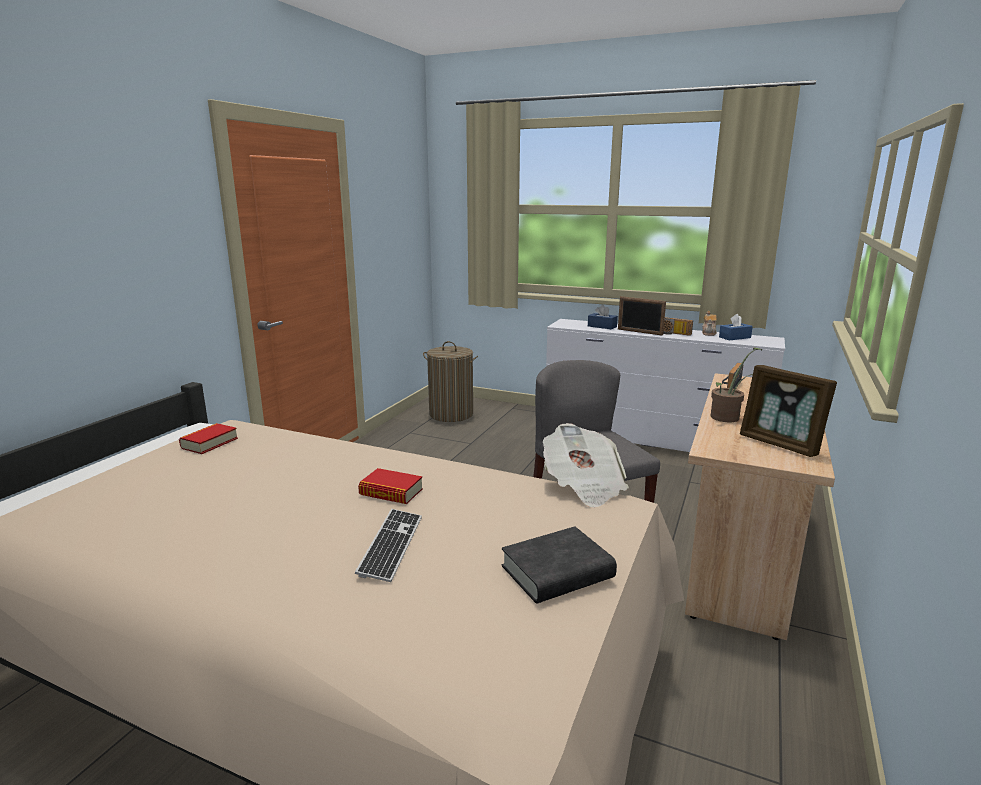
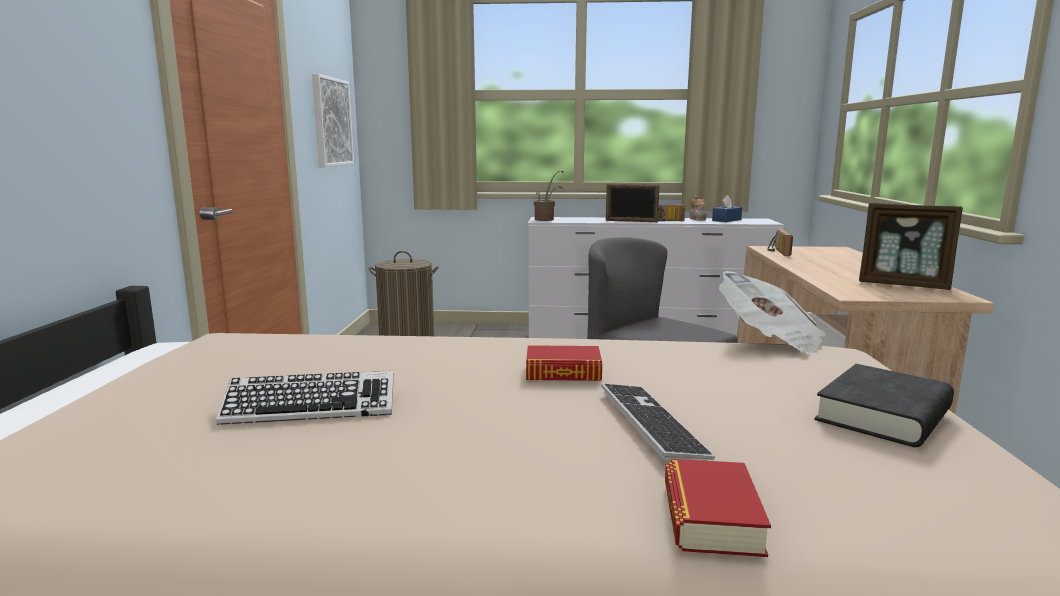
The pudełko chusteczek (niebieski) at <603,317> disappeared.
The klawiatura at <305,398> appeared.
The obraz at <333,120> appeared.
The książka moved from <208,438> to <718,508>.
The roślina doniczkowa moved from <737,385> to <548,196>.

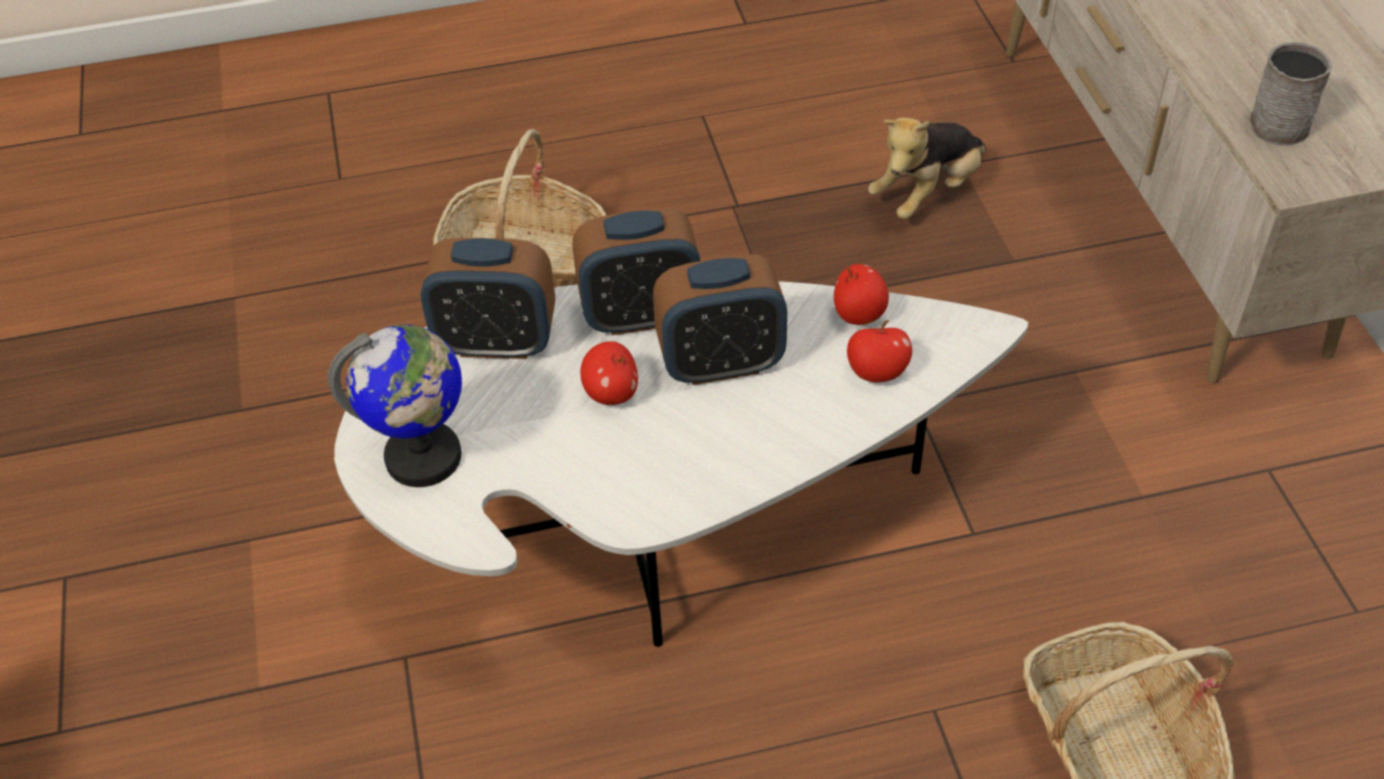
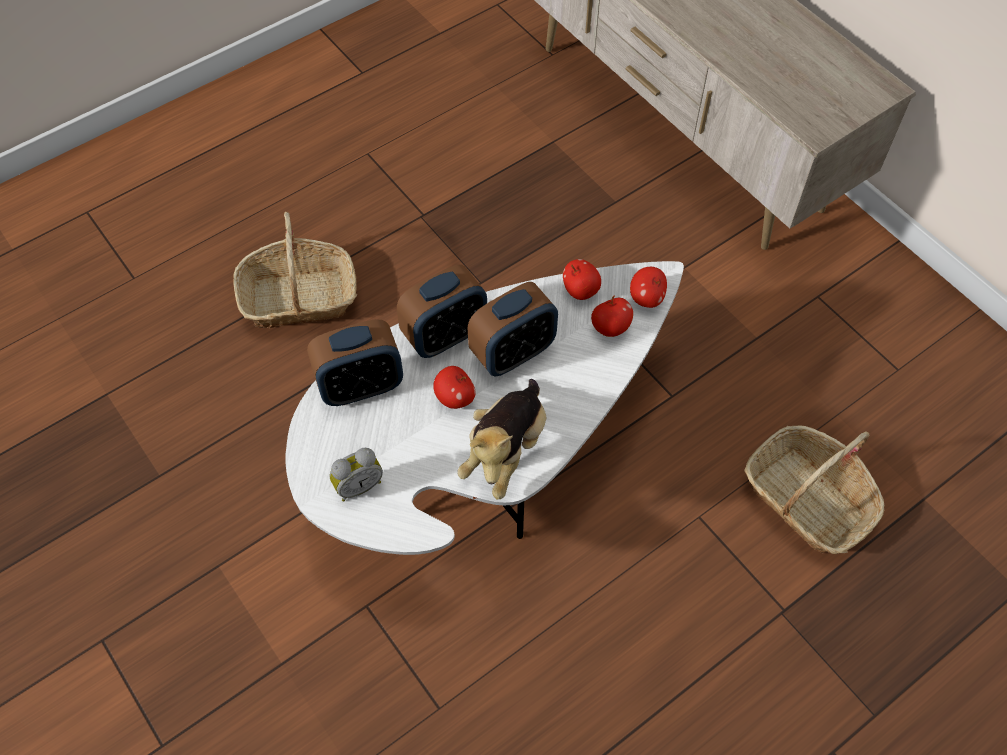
The kubek (szary) at <1291,94> disappeared.
The jabłko at <648,287> appeared.
The pluszak moved from <927,168> to <501,439>.
The globus at <395,406> was replaced by the budzik at <356,475>.

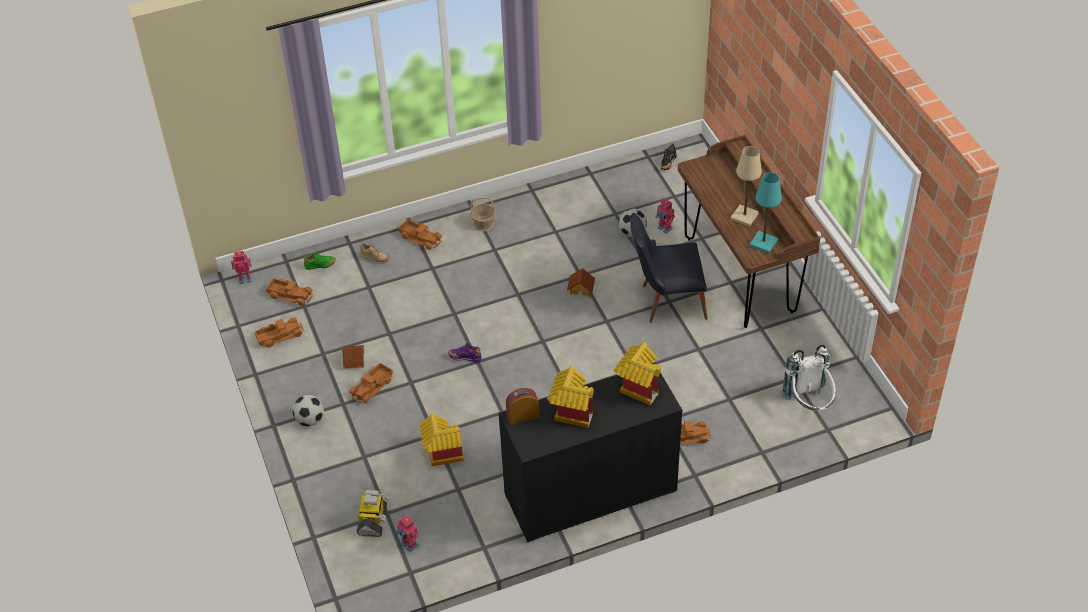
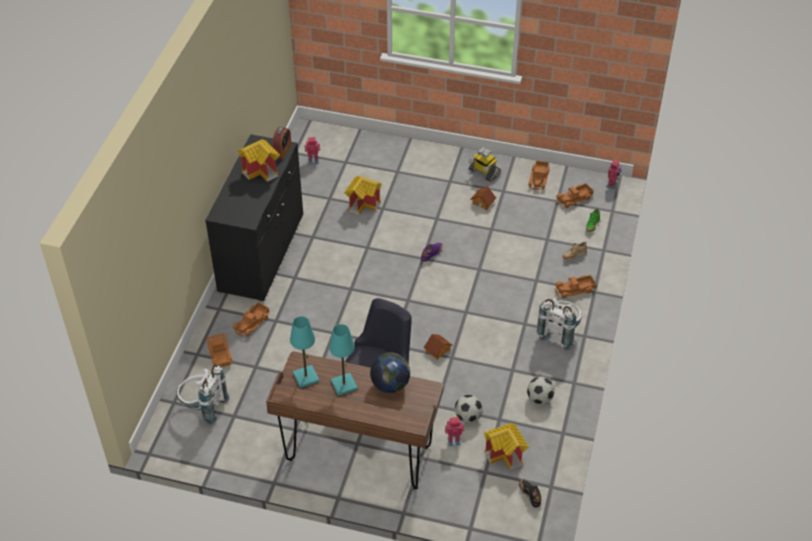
The globus at <390,372> appeared.
The piłka futbolowa moved from <308,410> to <541,391>.
The ciężarówka zabawkowa moved from <371,383> to <219,350>.
The robot zabawkowy moved from <373,513> to <485,164>.
The domek moved from <637,373> to <506,446>.
The koszyk at <482,214> was replaced by the plecak (biały) at <559,324>.
The lampa stołowa (beżowy) at <746,186> became the lampa stołowa (turkusowy) at <343,360>.

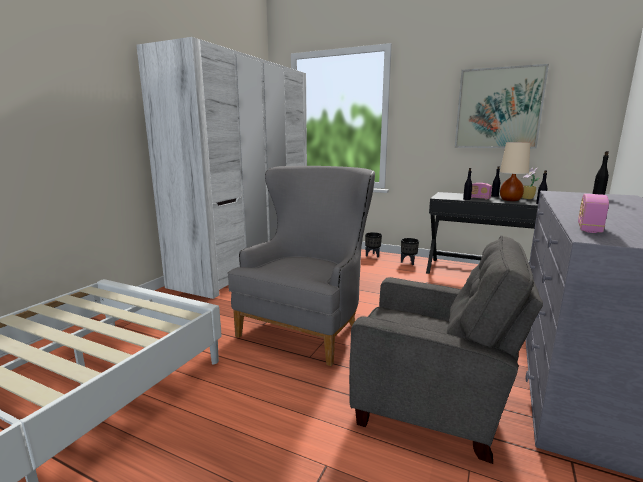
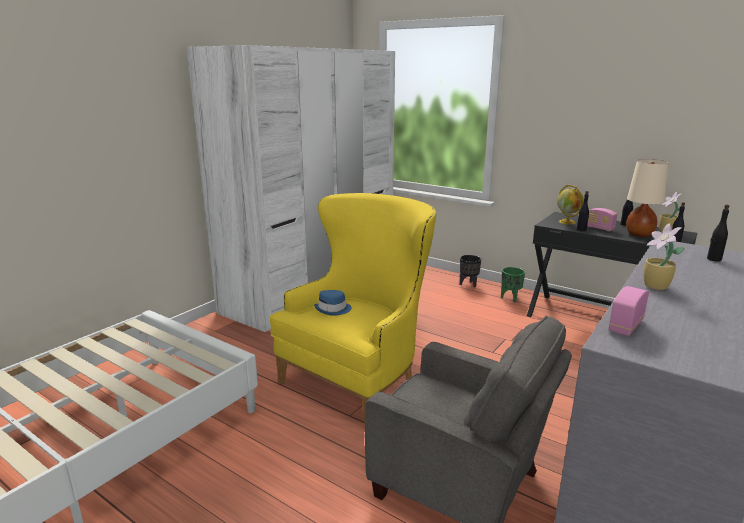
The obraz at <502,106> disappeared.
The kapelusz (niebieski) at <333,303> appeared.
The globus at <570,205> appeared.
The roślina doniczkowa at <664,256> appeared.
The fotel (szary) at <301,266> became the fotel (żółty) at <352,309>.
The donica (czarny) at <410,251> became the donica (zielony) at <513,285>.

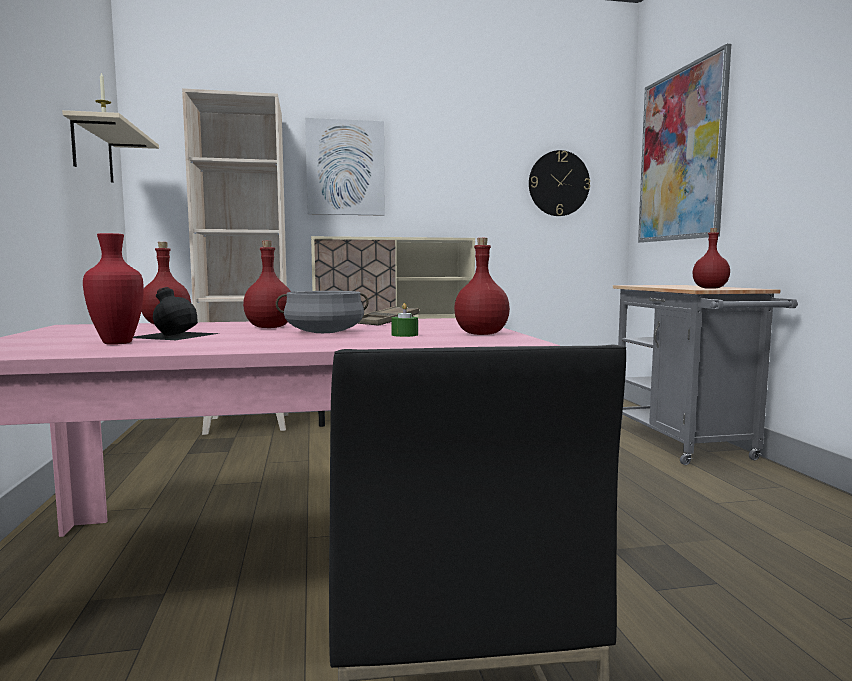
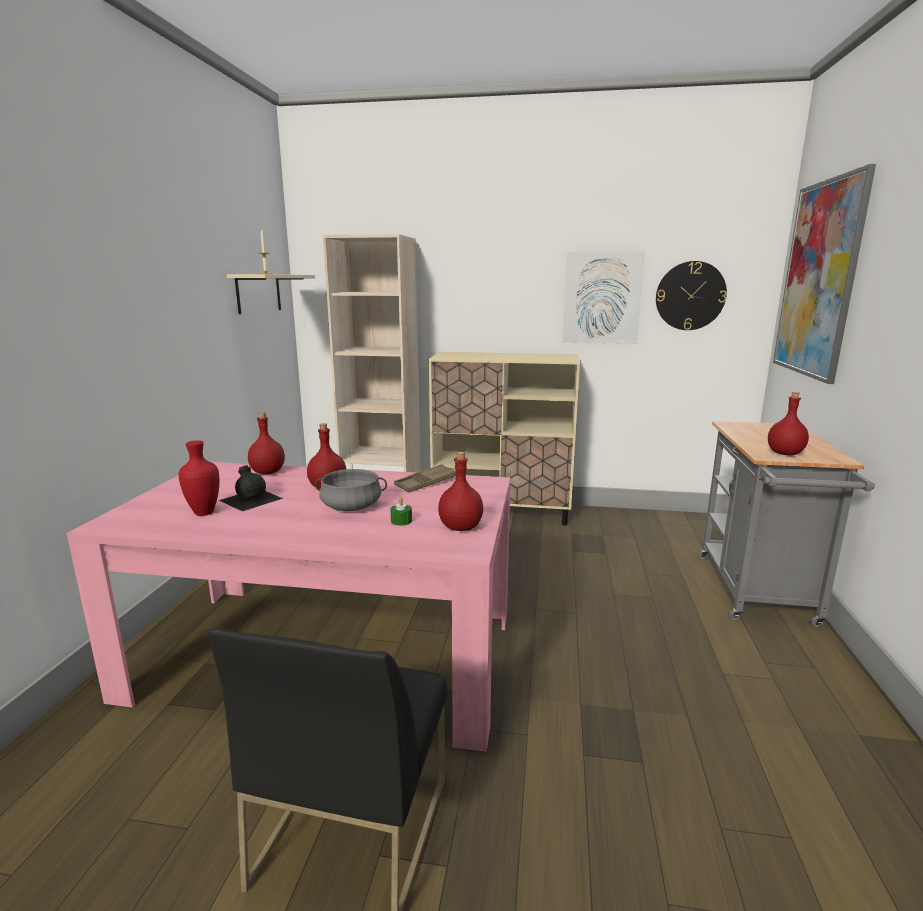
The obraz moved from <345,167> to <604,298>.

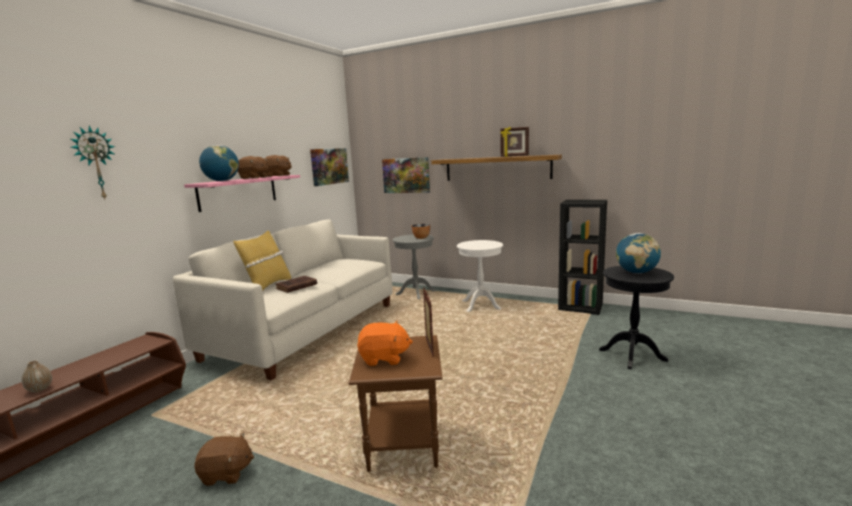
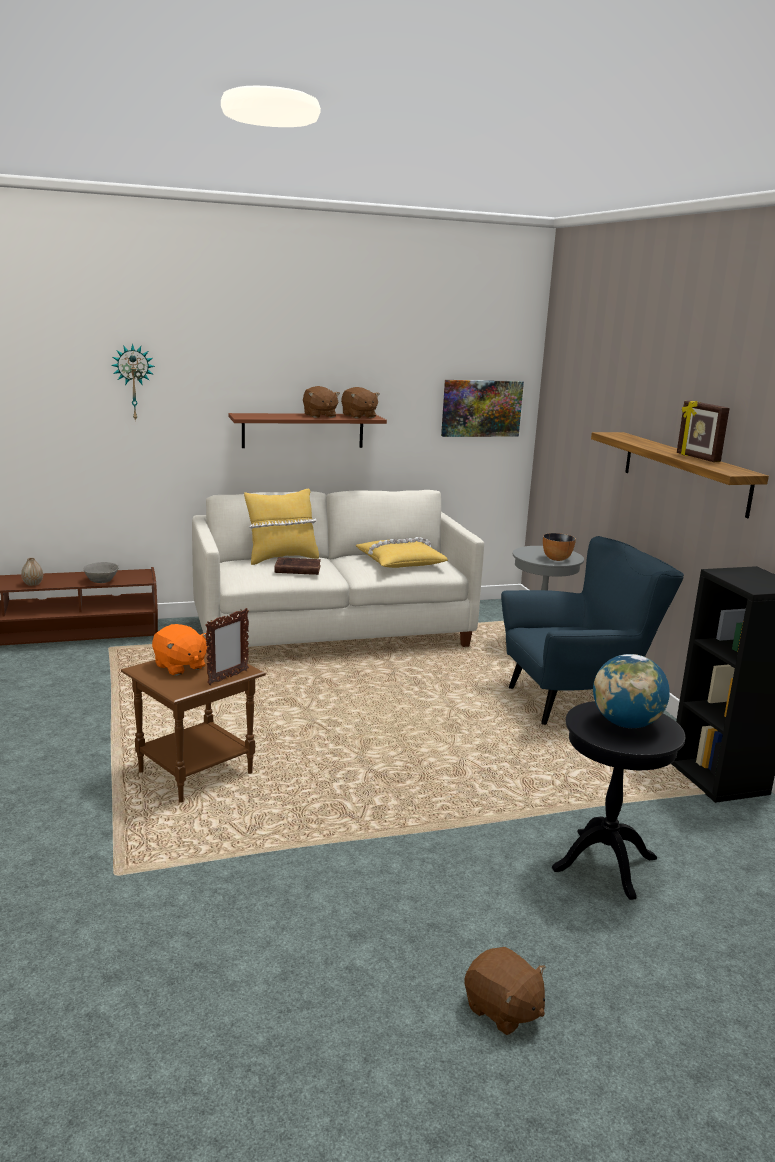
The globus at <219,163> disappeared.
The obraz at <406,175> disappeared.
The miska (szary) at <101,572> appeared.
The poduszka (żółty) at <402,552> appeared.
The pluszak (brązowy) moved from <224,459> to <505,991>.
The stolik (biały) at <480,276> was replaced by the fotel (niebieski) at <592,630>.
The półka (różowy) at <242,193> became the półka (brązowy) at <307,430>.

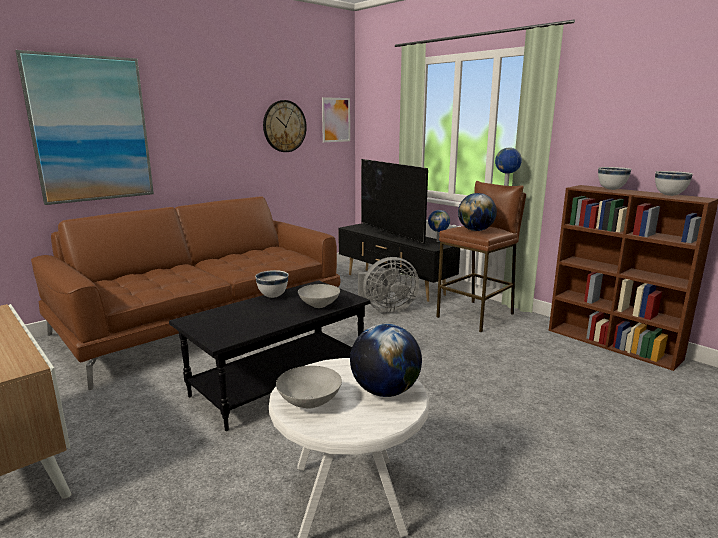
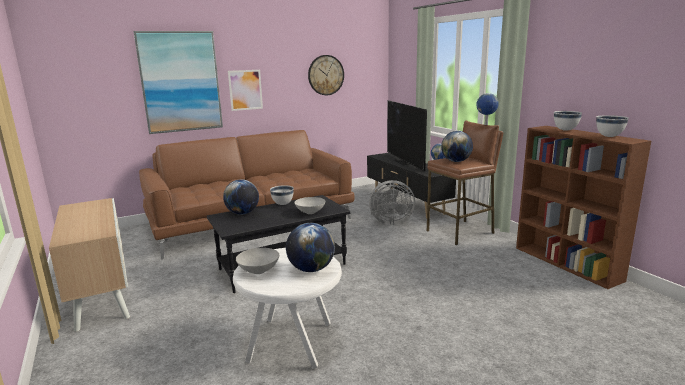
The globus at <241,197> appeared.
The obraz moved from <336,119> to <245,90>.

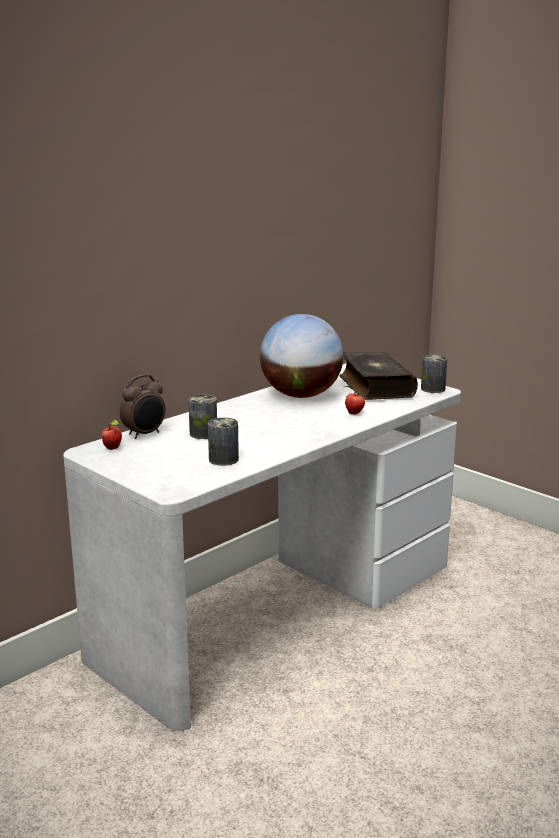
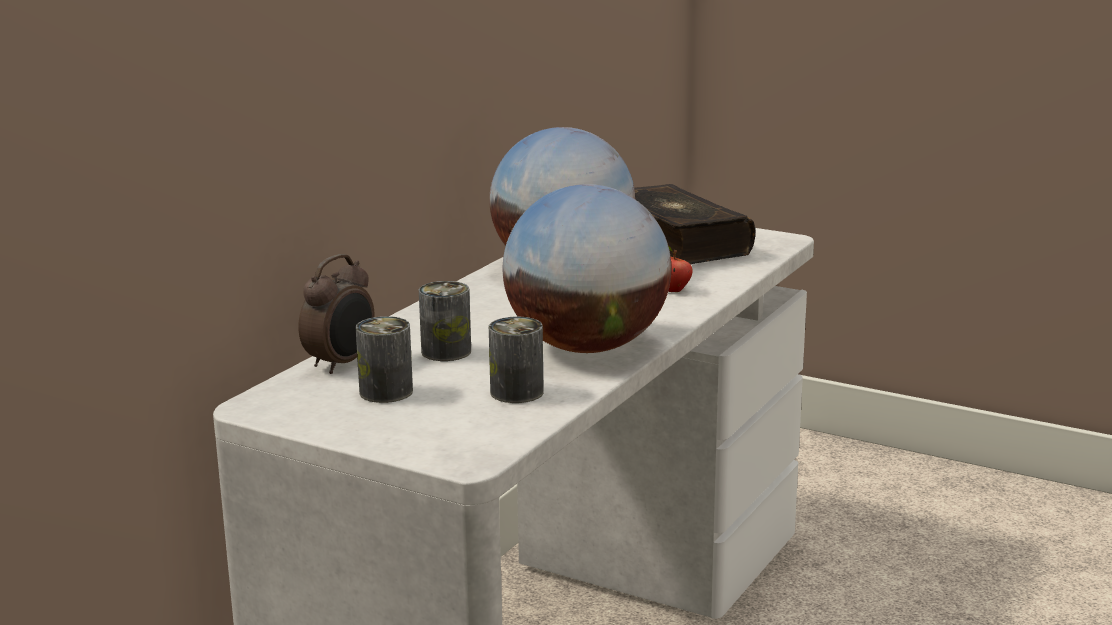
The jabłko at <111,435> disappeared.
The globus at <587,268> appeared.
The puszka moved from <434,374> to <384,359>.

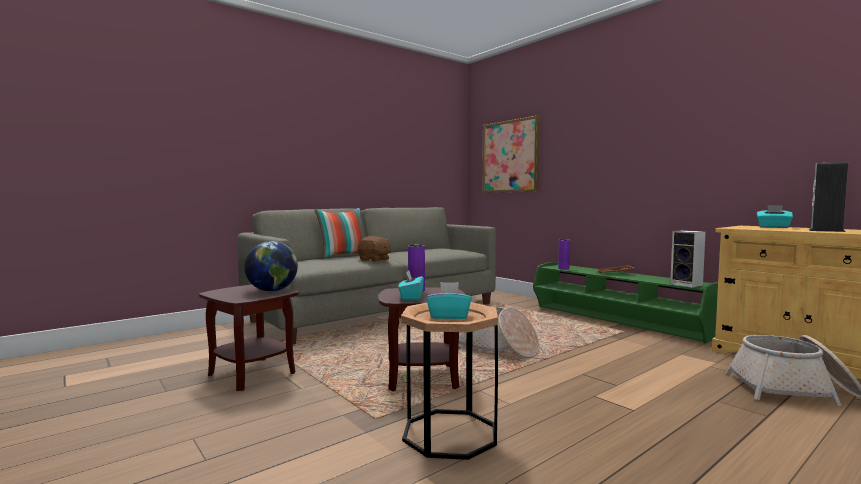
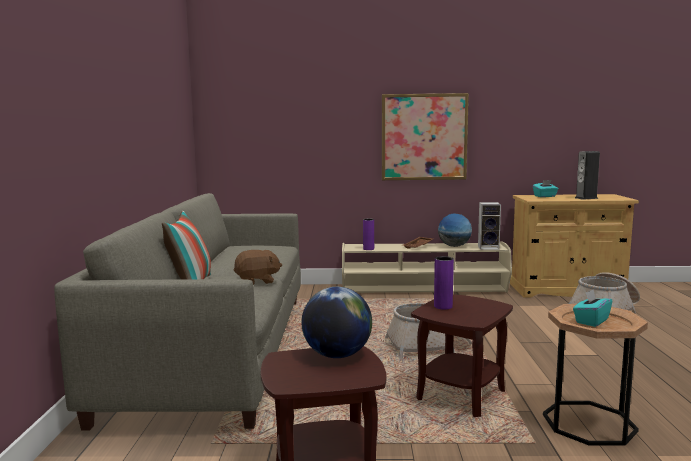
The pudełko chusteczek (turkusowy) at <411,286> disappeared.
The globus at <455,230> appeared.
The obraz moved from <511,154> to <425,136>.
The szafka pod telewizor (zielony) at <625,302> became the szafka pod telewizor (beżowy) at <427,267>.

